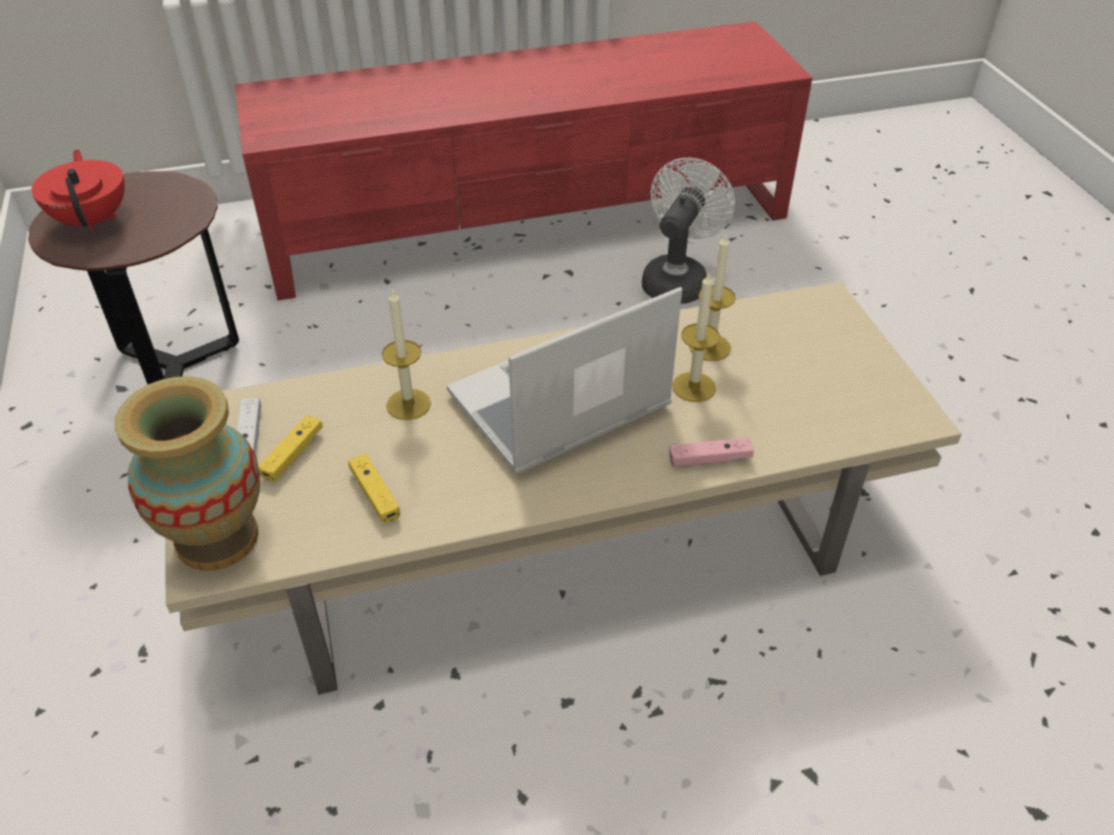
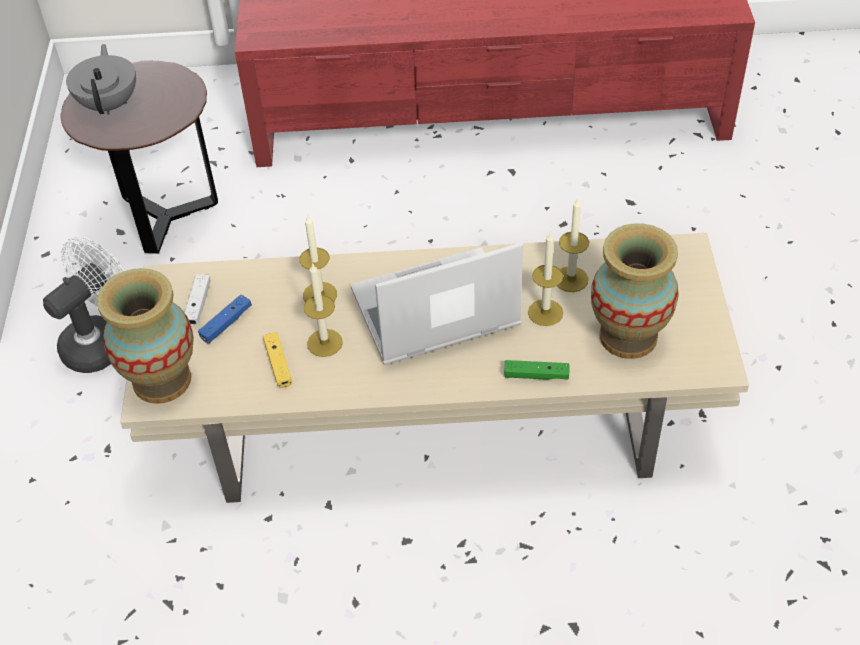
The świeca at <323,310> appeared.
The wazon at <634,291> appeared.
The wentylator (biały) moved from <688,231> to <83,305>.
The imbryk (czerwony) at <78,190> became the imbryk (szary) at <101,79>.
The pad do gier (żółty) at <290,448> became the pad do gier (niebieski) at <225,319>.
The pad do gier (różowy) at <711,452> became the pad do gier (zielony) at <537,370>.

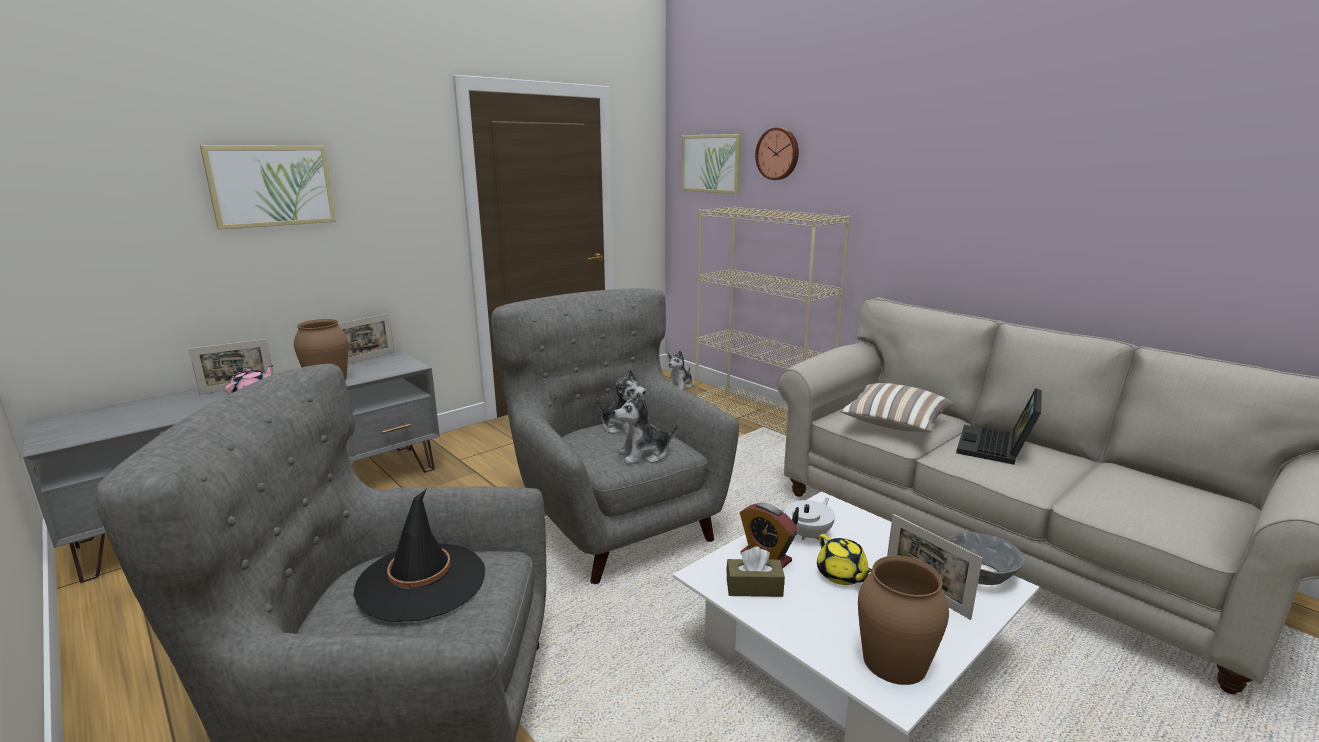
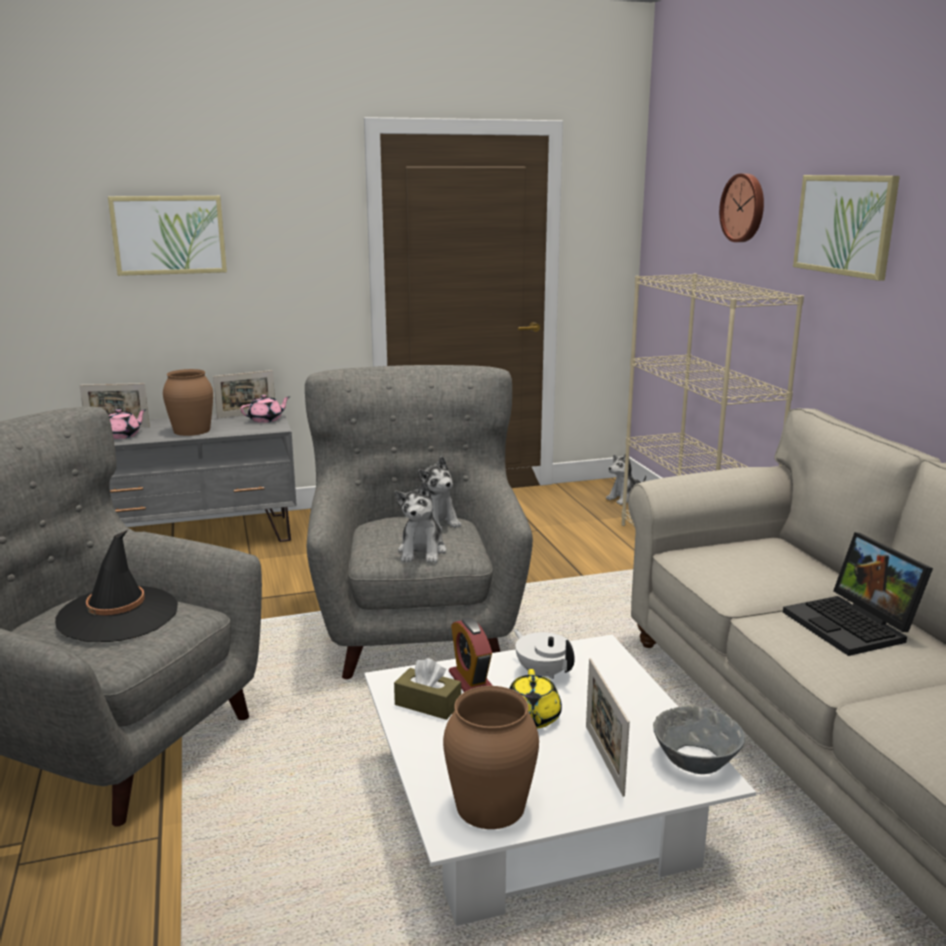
The poduszka at <897,408> disappeared.
The imbryk (różowy) at <265,409> appeared.
The obraz moved from <712,164> to <846,228>.
The pluszak at <646,428> turned 90 degrees counterclockwise.
The imbryk (biały) at <810,519> turned 105 degrees counterclockwise.
The laptop at <999,426> turned 75 degrees counterclockwise.

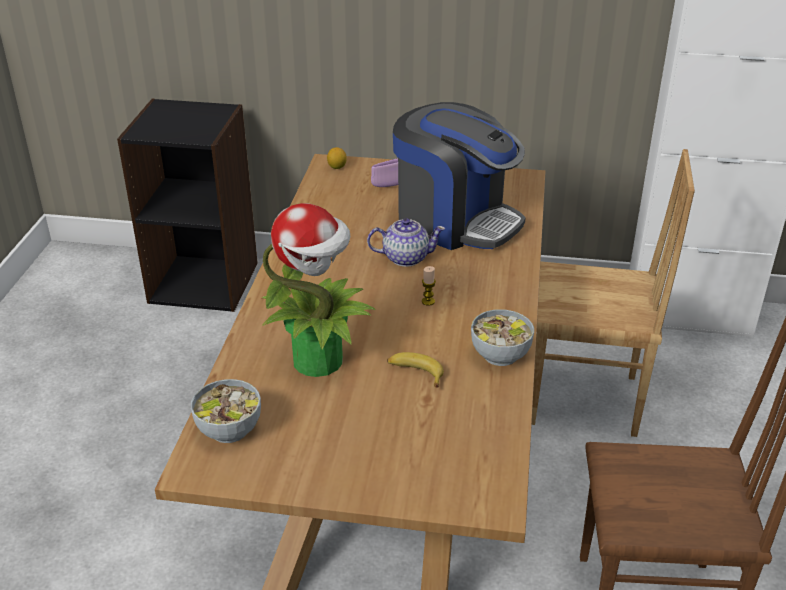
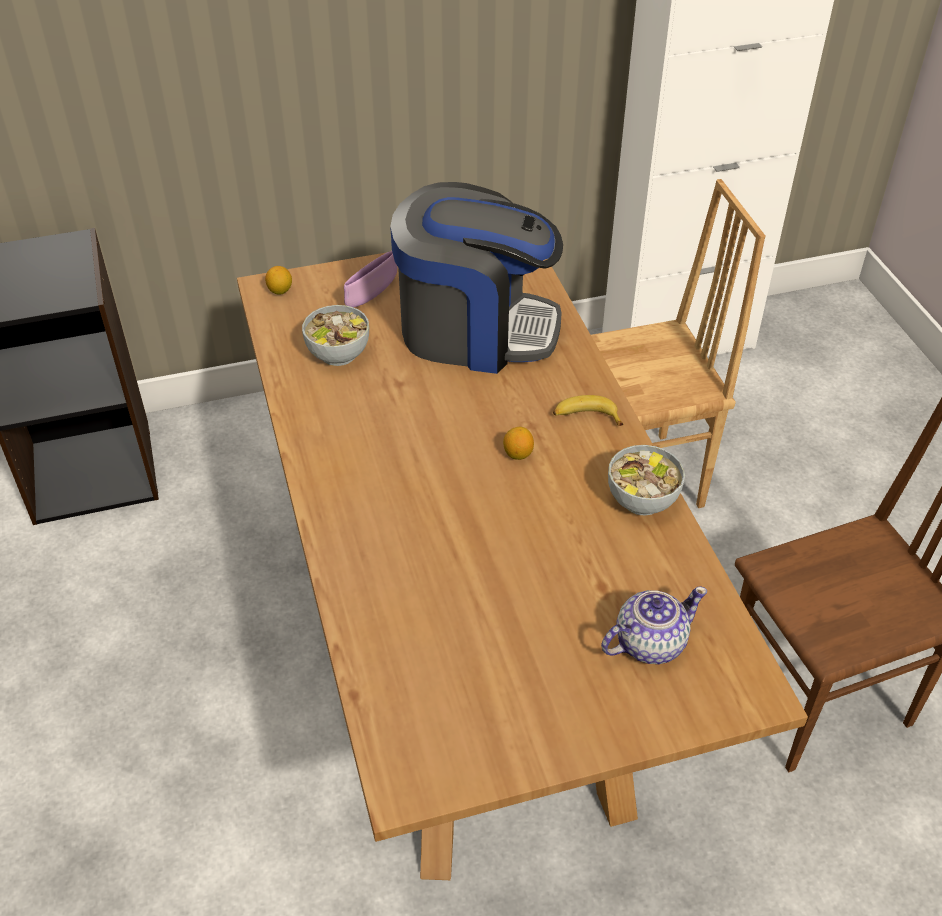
The roślina doniczkowa at <318,290> disappeared.
The miska moved from <226,411> to <335,335>.
The imbryk moved from <406,242> to <654,625>.
The banan moved from <415,370> to <588,410>.
The świeca at <429,286> was replaced by the cytryna at <518,443>.

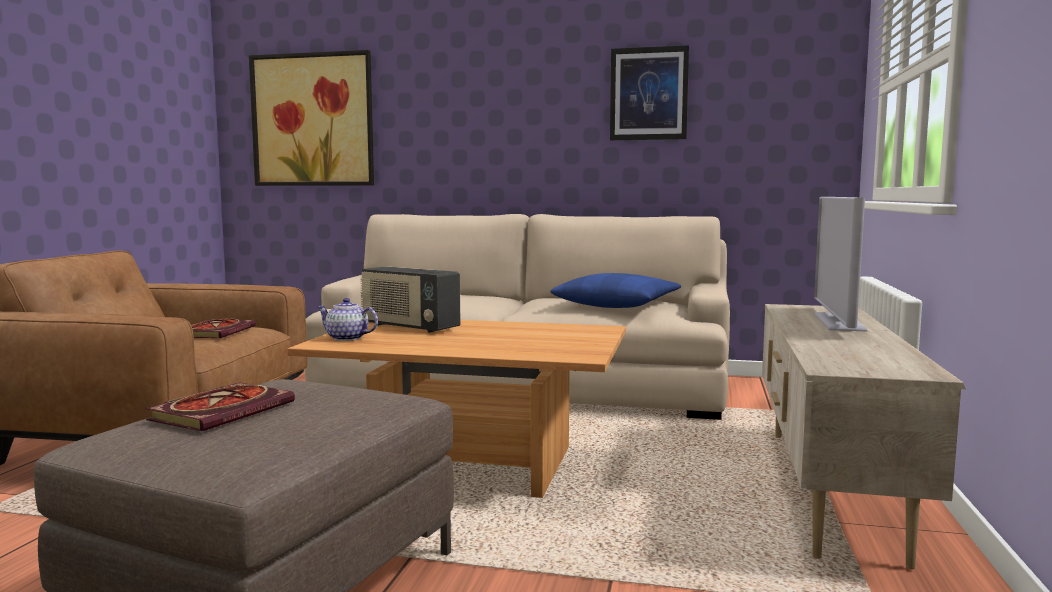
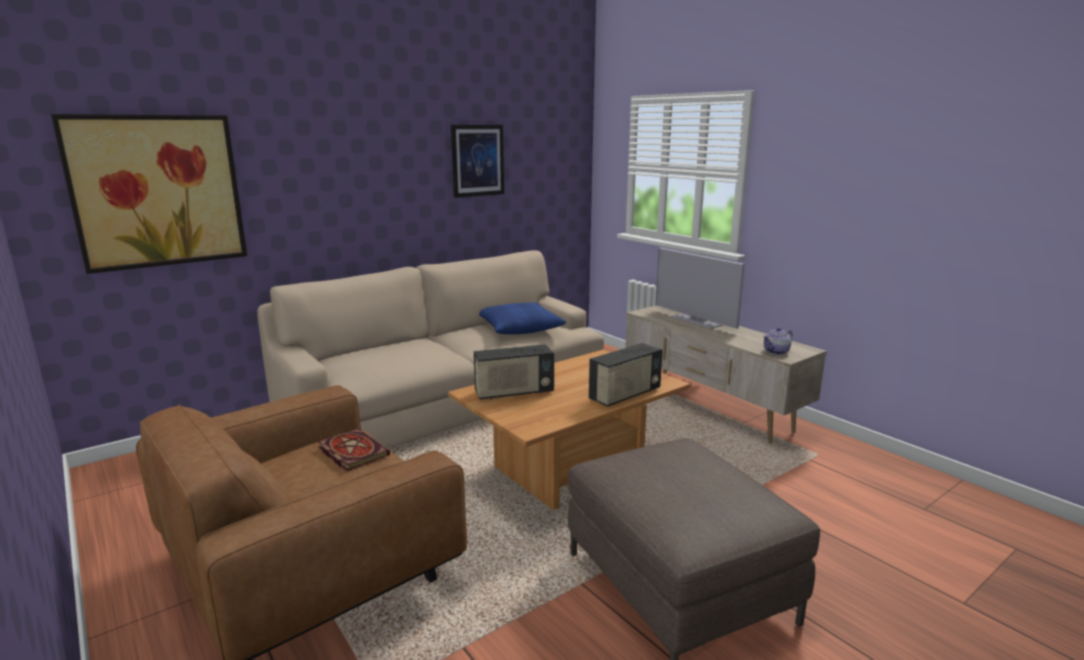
The książka at <220,406> disappeared.
The radio at <626,375> appeared.
The imbryk moved from <347,319> to <778,341>.

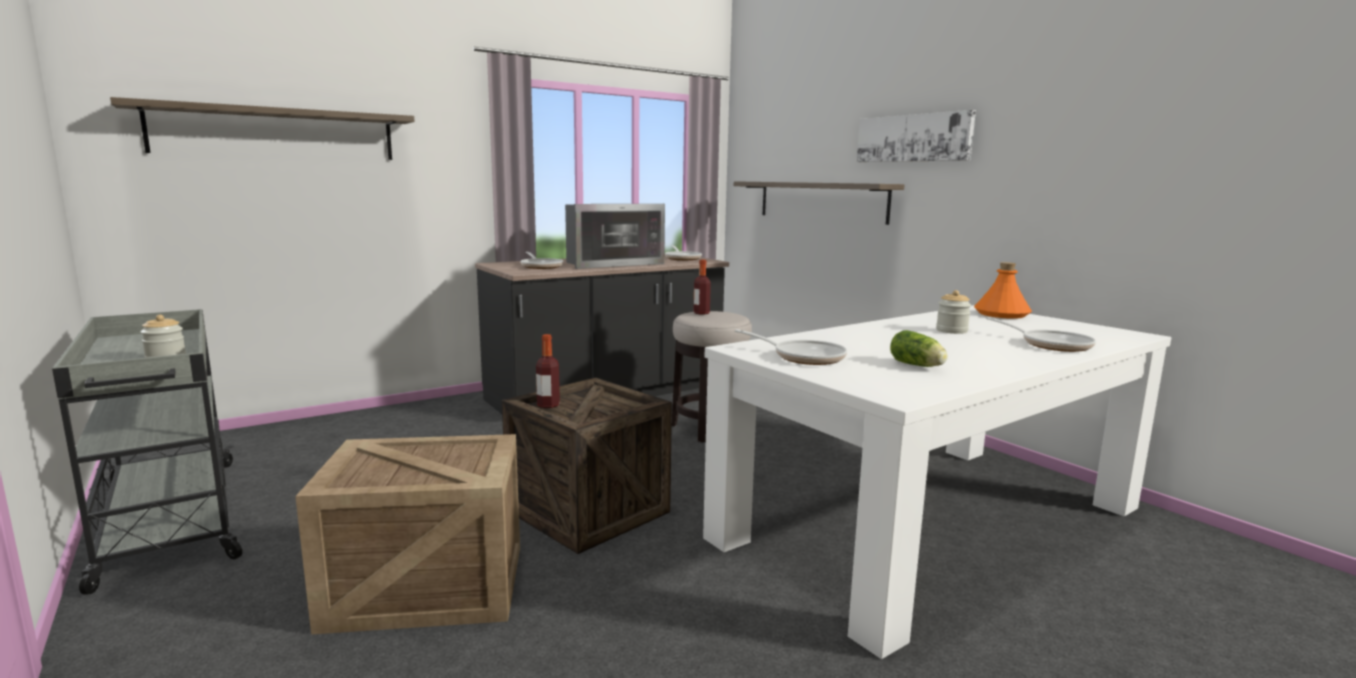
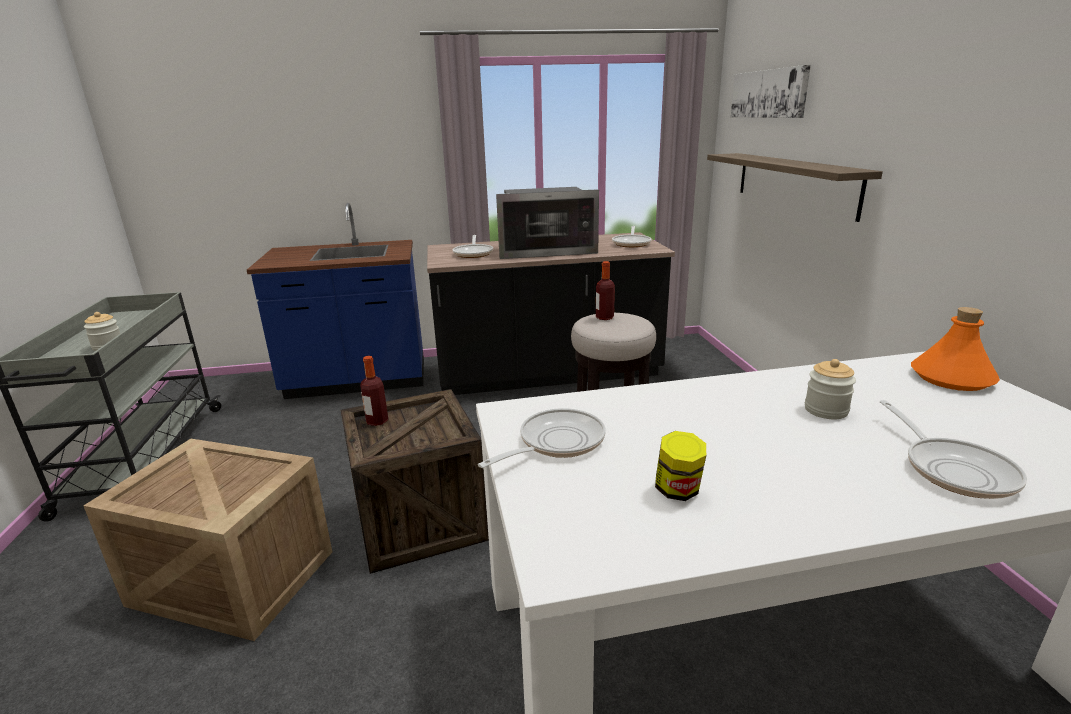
The półka at <262,128> disappeared.
The zabudowa kuchenna (niebieski) at <335,301> appeared.
The obraz moved from <916,136> to <771,91>.
The sałata at <919,348> was replaced by the słoik at <680,466>.
The patelnia at <791,347> turned 105 degrees counterclockwise.

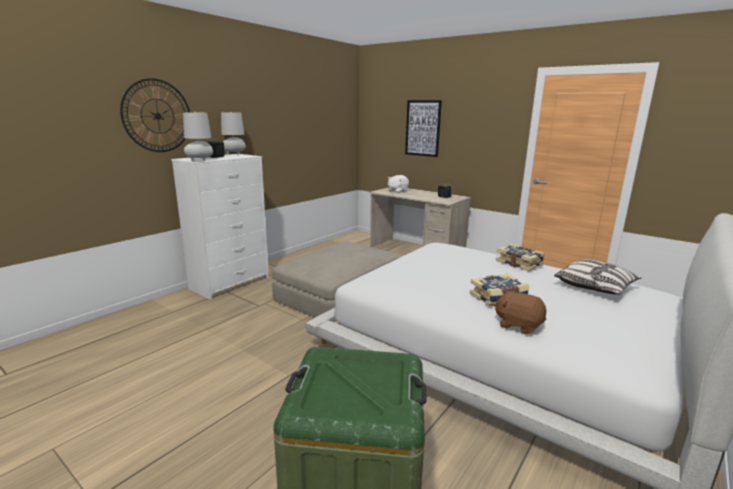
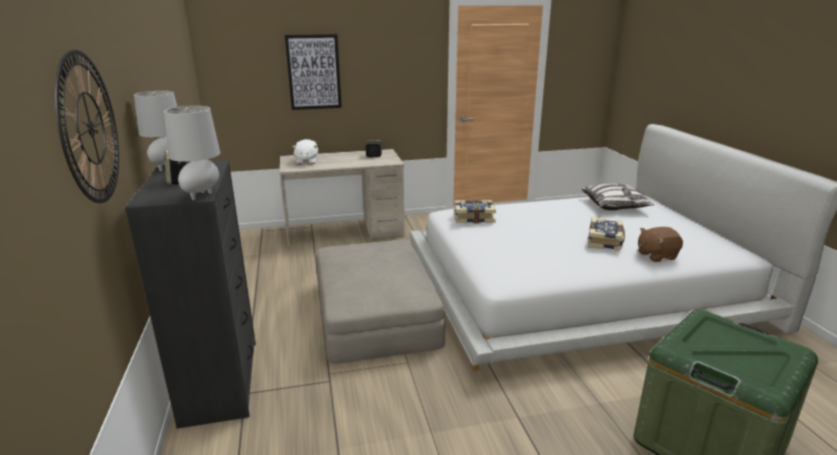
The książka moved from <520,257> to <475,211>.
The komoda (biały) at <220,227> became the komoda (czarny) at <190,294>.

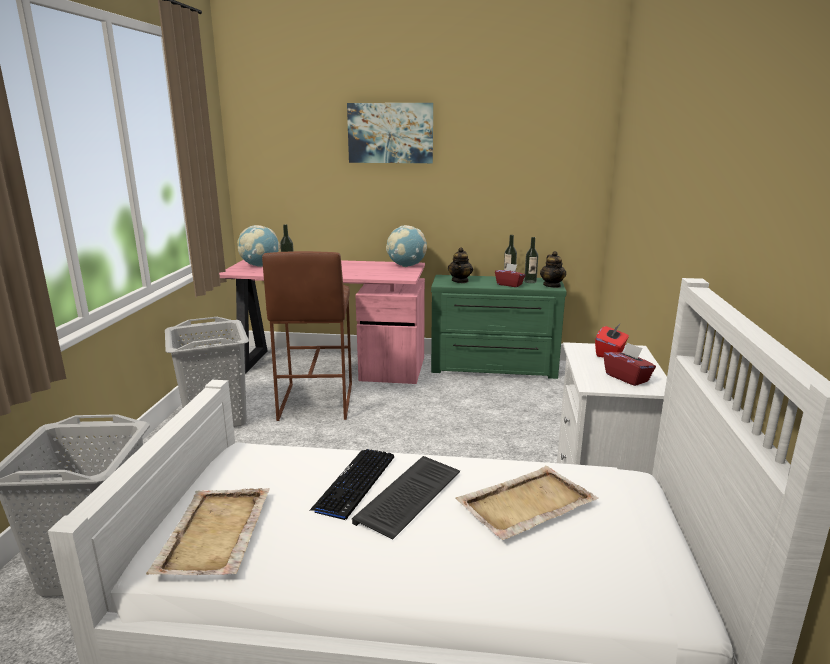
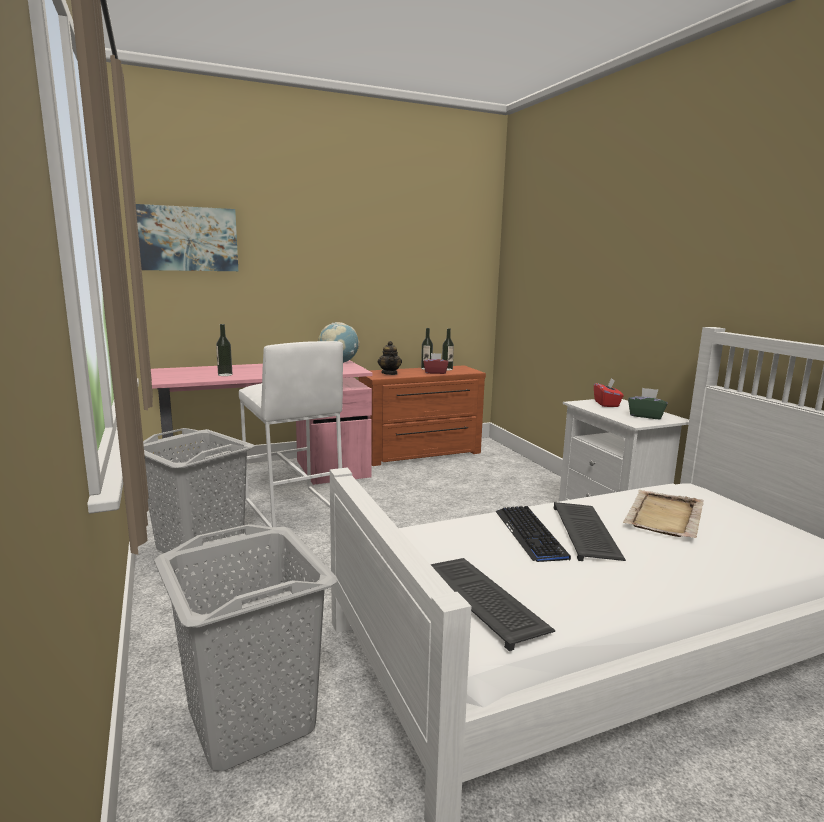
The globus at <258,246> disappeared.
The imbryk at <553,269> disappeared.
The obraz moved from <390,133> to <187,237>.
The taca (beżowy) at <208,532> was replaced by the klawiatura at <492,604>.
The stołek (brązowy) at <307,336> became the stołek (biały) at <291,434>.
The komoda (zielony) at <499,327> became the komoda (brązowy) at <422,415>.
The pudełko chusteczek (czerwony) at <629,364> became the pudełko chusteczek (zielony) at <648,403>.

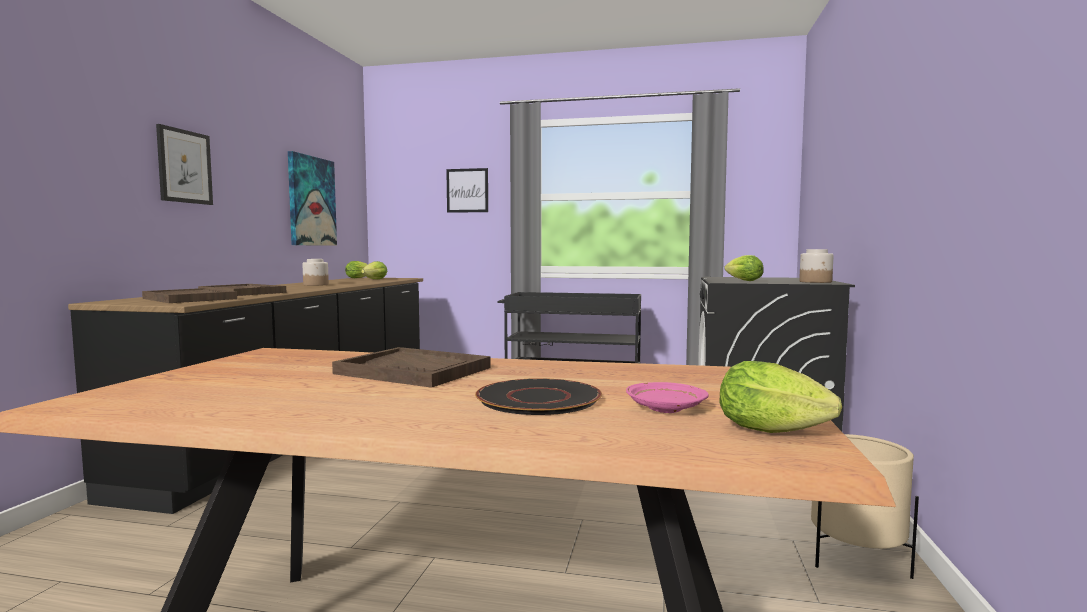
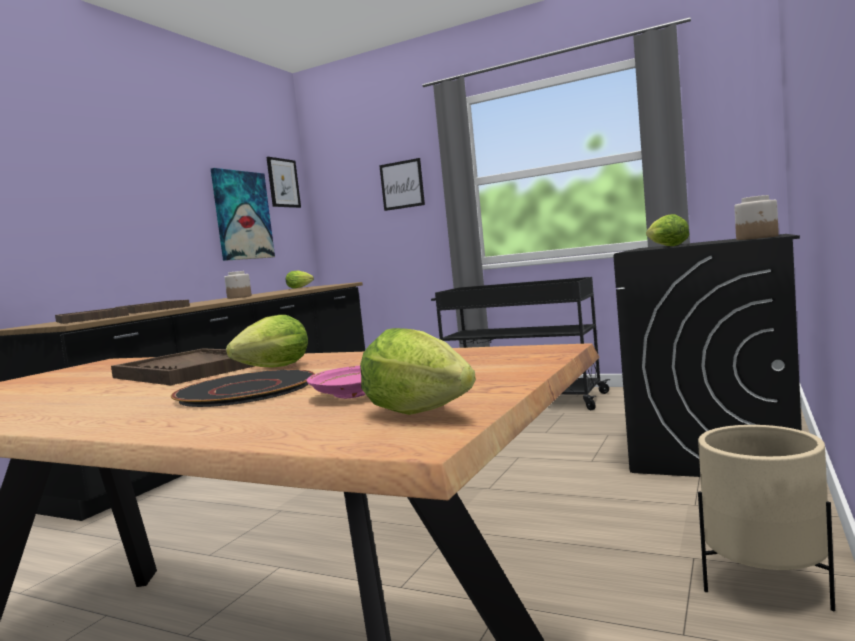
The obraz moved from <184,164> to <283,182>.
The sałata moved from <374,270> to <267,341>.

